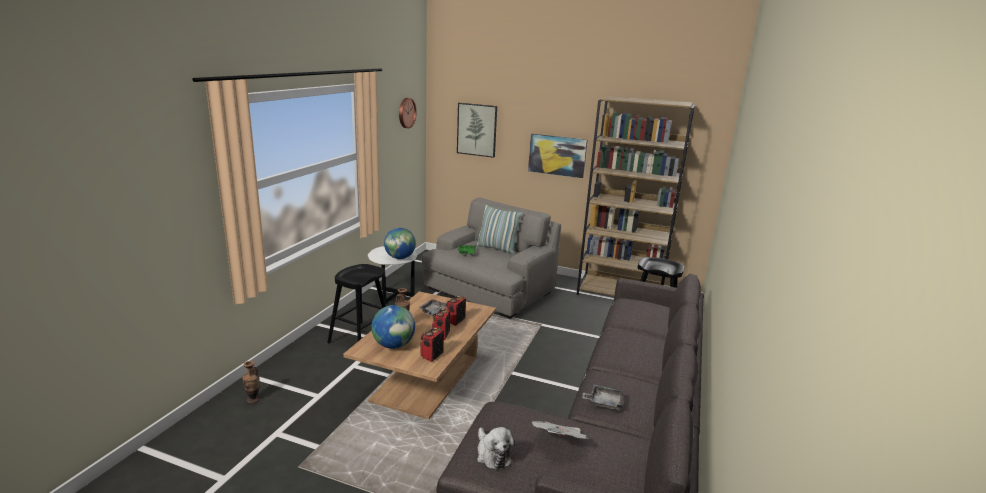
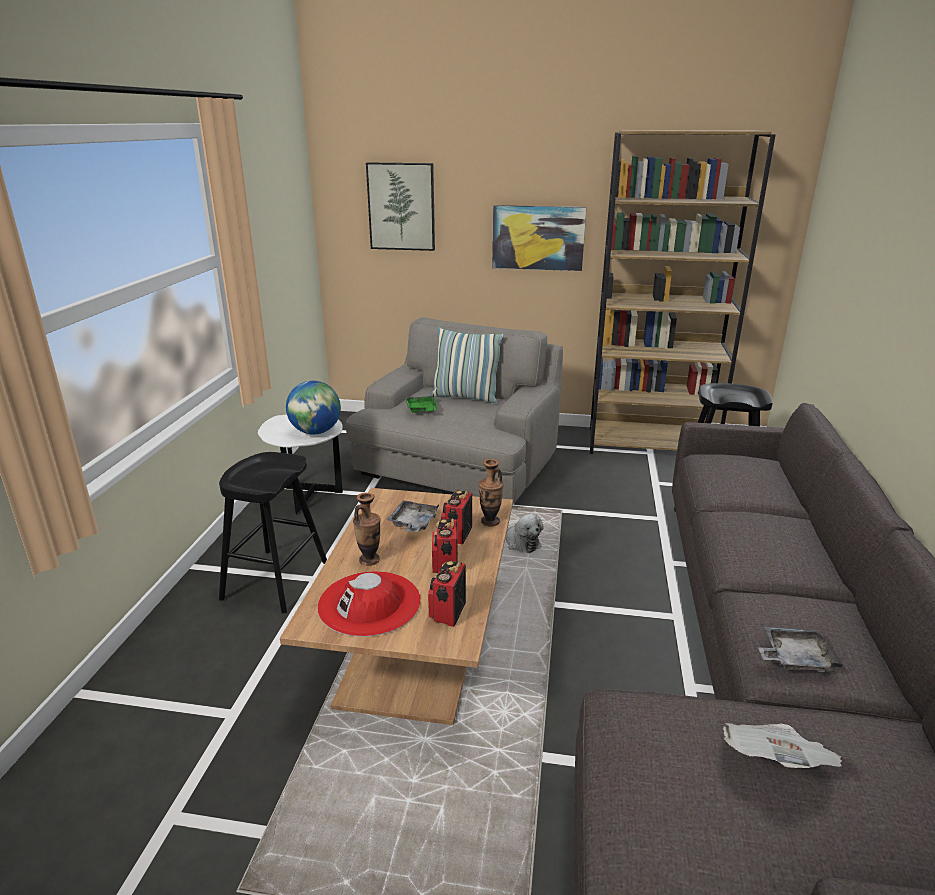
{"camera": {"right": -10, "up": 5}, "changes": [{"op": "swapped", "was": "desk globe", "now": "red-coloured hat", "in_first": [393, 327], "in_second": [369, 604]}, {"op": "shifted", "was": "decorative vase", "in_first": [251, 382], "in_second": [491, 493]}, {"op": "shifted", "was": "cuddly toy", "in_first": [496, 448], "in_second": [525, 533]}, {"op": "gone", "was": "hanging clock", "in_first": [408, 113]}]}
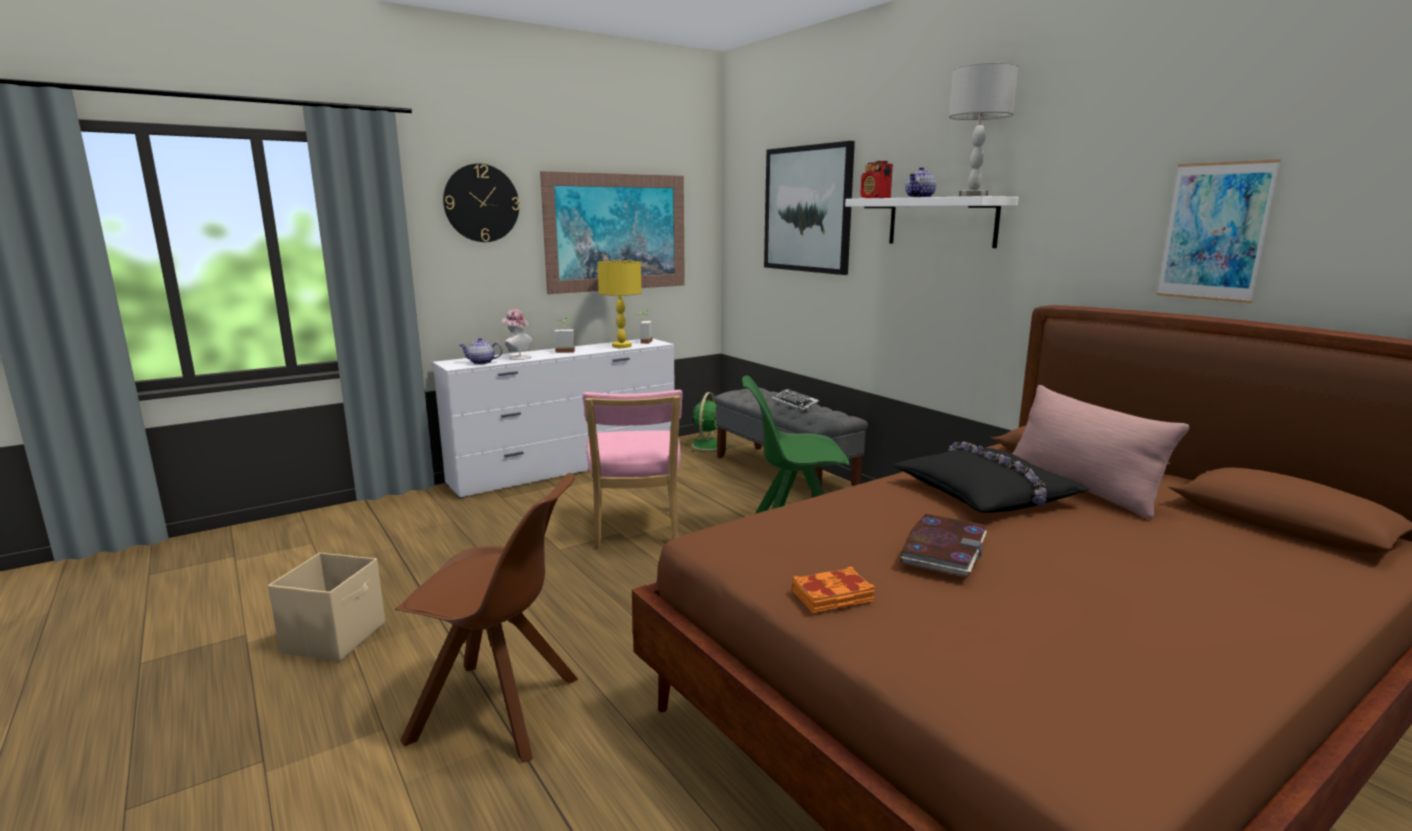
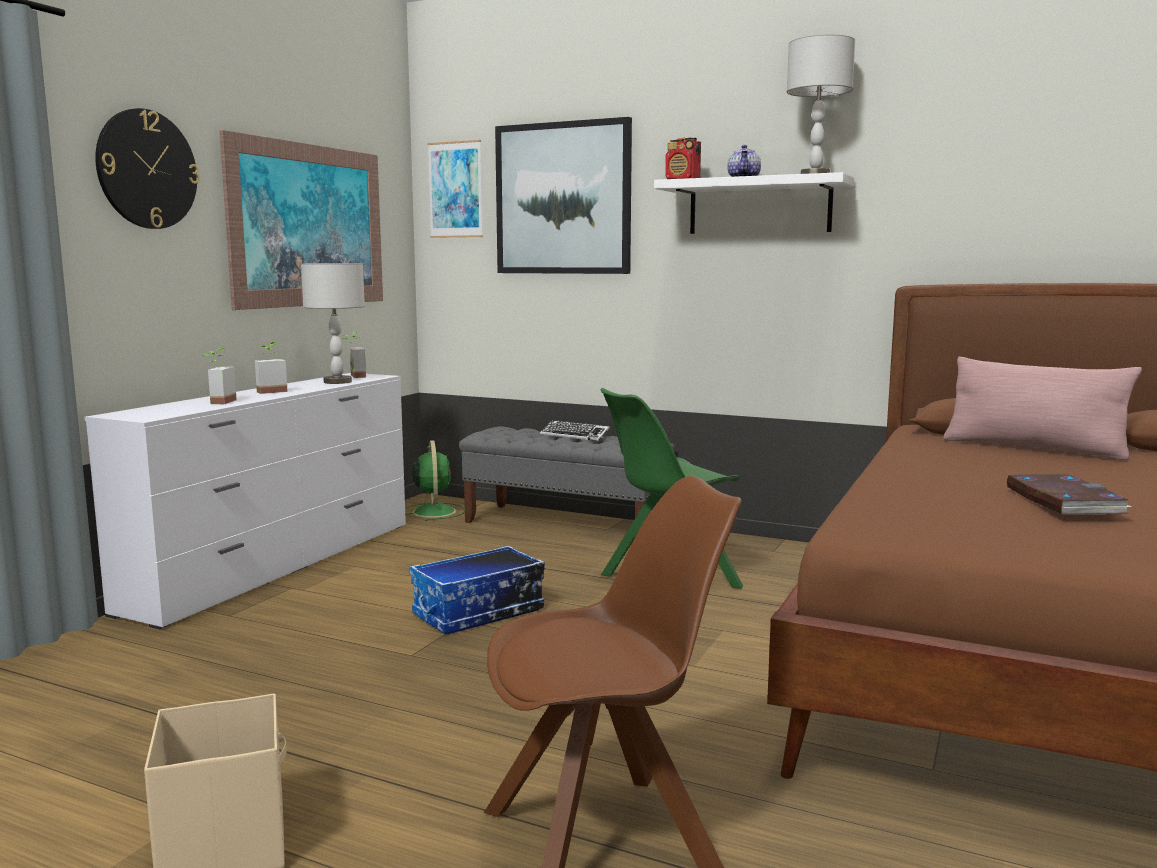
{"camera": {"right": -30, "up": -5}, "changes": [{"op": "swapped", "was": "hat", "now": "houseplant", "in_first": [517, 334], "in_second": [221, 376]}, {"op": "repainted", "was": "yellowish table lamp", "now": "greyish table lamp", "in_first": [620, 304], "in_second": [333, 323]}, {"op": "swapped", "was": "pinkish upright chair", "now": "storage container", "in_first": [633, 468], "in_second": [477, 589]}, {"op": "shifted", "was": "wall picture", "in_first": [1219, 231], "in_second": [455, 189]}, {"op": "gone", "was": "pot for tea", "in_first": [481, 351]}, {"op": "gone", "was": "orange book", "in_first": [833, 590]}, {"op": "gone", "was": "black-coloured pillow", "in_first": [992, 477]}]}
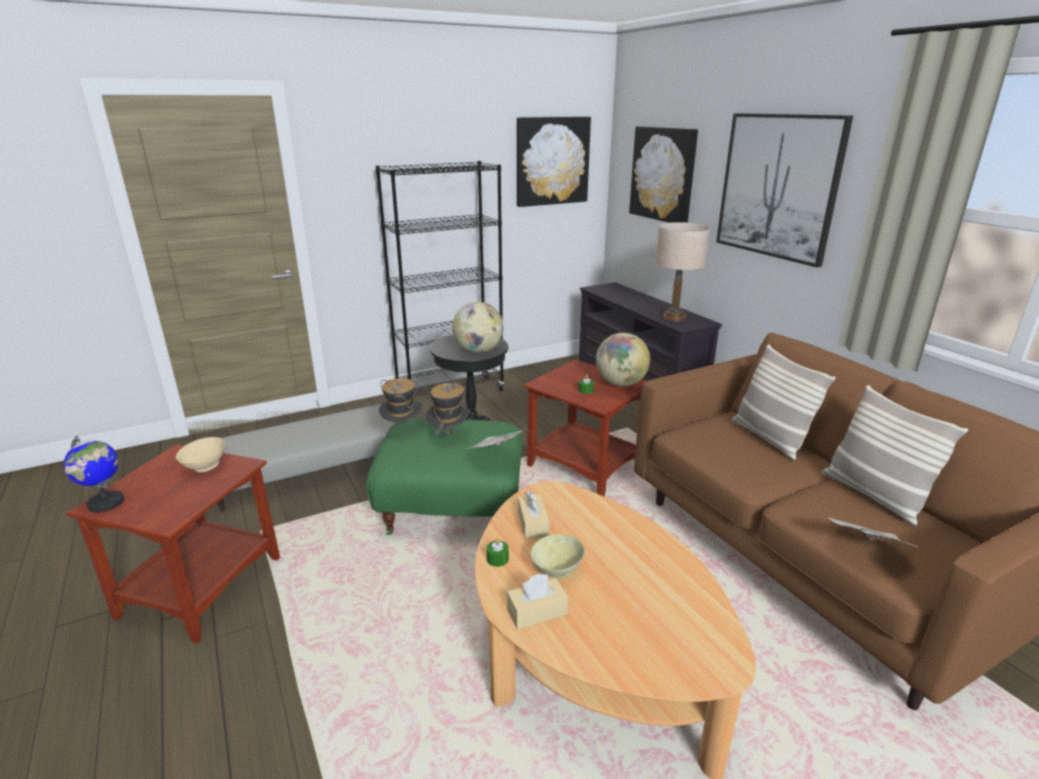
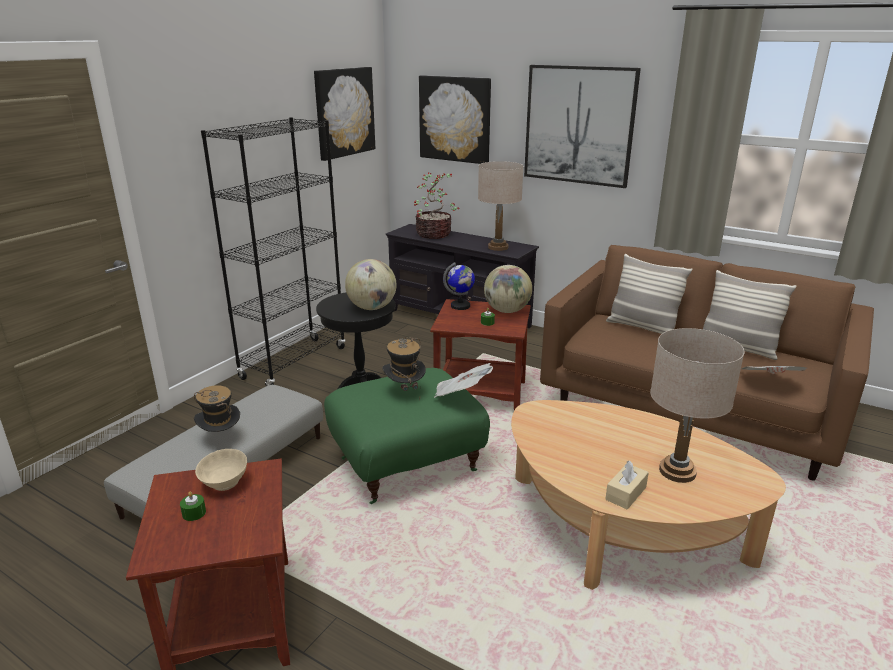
{"camera": {"right": -30, "up": 0}, "changes": [{"op": "shifted", "was": "green candle", "in_first": [498, 552], "in_second": [193, 506]}, {"op": "shifted", "was": "hat", "in_first": [400, 400], "in_second": [217, 408]}, {"op": "new", "now": "houseplant", "in_second": [437, 205]}, {"op": "shifted", "was": "desk globe", "in_first": [93, 474], "in_second": [459, 286]}, {"op": "new", "now": "beige table lamp", "in_second": [697, 405]}, {"op": "gone", "was": "beige tissue holder", "in_first": [533, 515]}, {"op": "gone", "was": "beige deep dish", "in_first": [557, 556]}]}
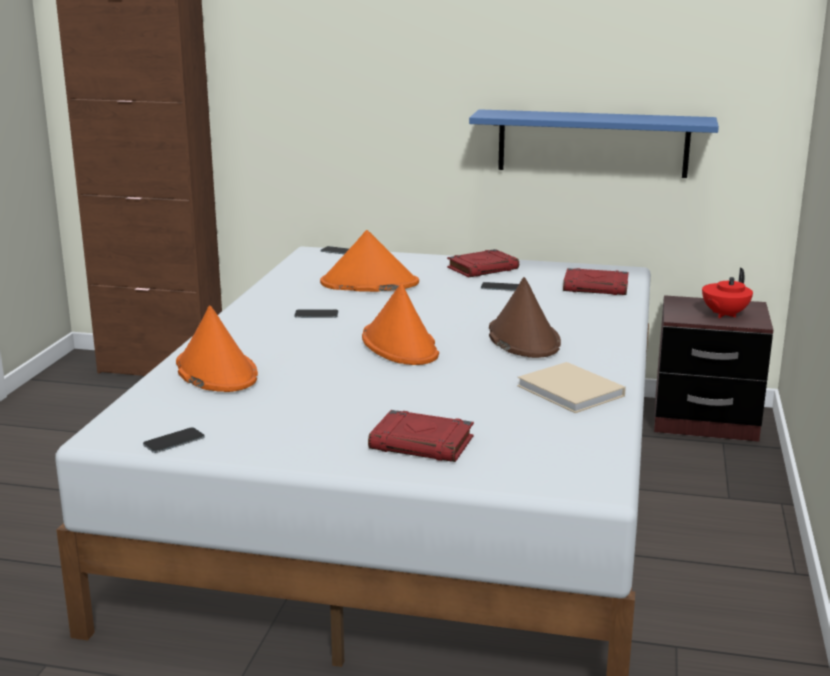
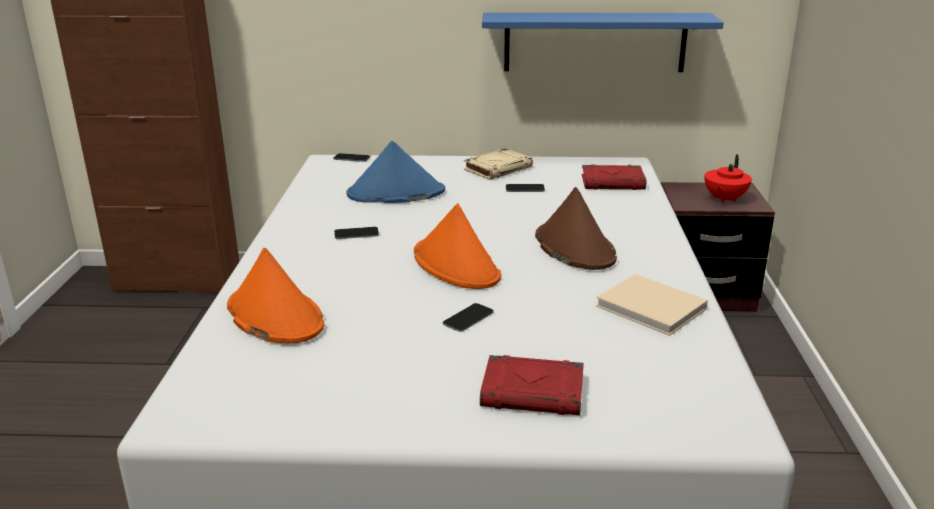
{"camera": {"right": -10, "up": 5}, "changes": [{"op": "repainted", "was": "orange hat", "now": "blue-coloured hat", "in_first": [369, 261], "in_second": [395, 172]}, {"op": "shifted", "was": "handset", "in_first": [174, 440], "in_second": [468, 317]}, {"op": "repainted", "was": "red-coloured book", "now": "beige book", "in_first": [483, 263], "in_second": [498, 164]}]}
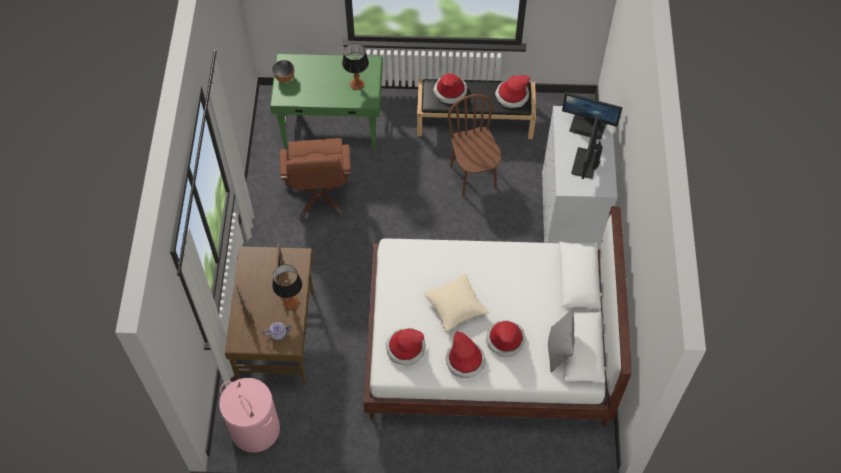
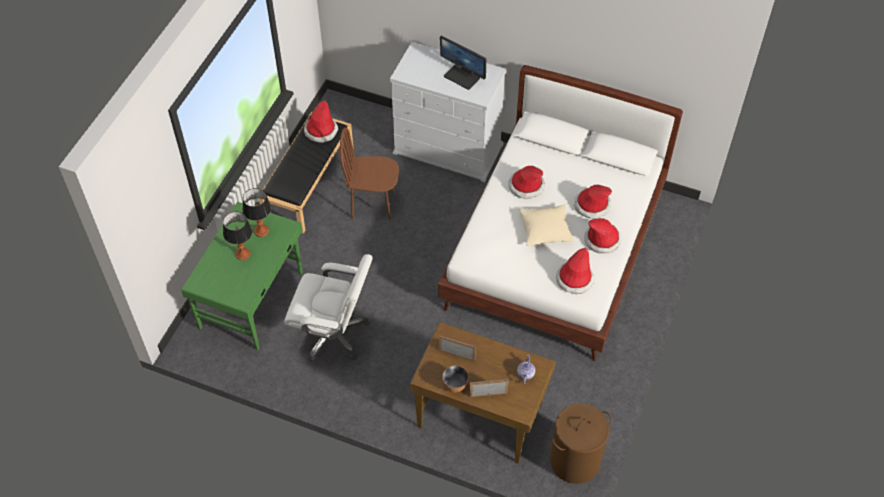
{"camera": {"right": -70, "up": -5}, "changes": [{"op": "shifted", "was": "table lamp", "in_first": [287, 287], "in_second": [237, 236]}, {"op": "repainted", "was": "brown-coloured desk chair", "now": "white-coloured desk chair", "in_first": [317, 180], "in_second": [328, 308]}, {"op": "shifted", "was": "deep dish", "in_first": [283, 71], "in_second": [455, 379]}, {"op": "shifted", "was": "hat", "in_first": [450, 89], "in_second": [526, 182]}, {"op": "repainted", "was": "pinkish laundry basket", "now": "brown-coloured laundry basket", "in_first": [249, 415], "in_second": [581, 443]}, {"op": "gone", "was": "greyish pillow", "in_first": [561, 340]}, {"op": "gone", "was": "computer display", "in_first": [592, 116]}]}
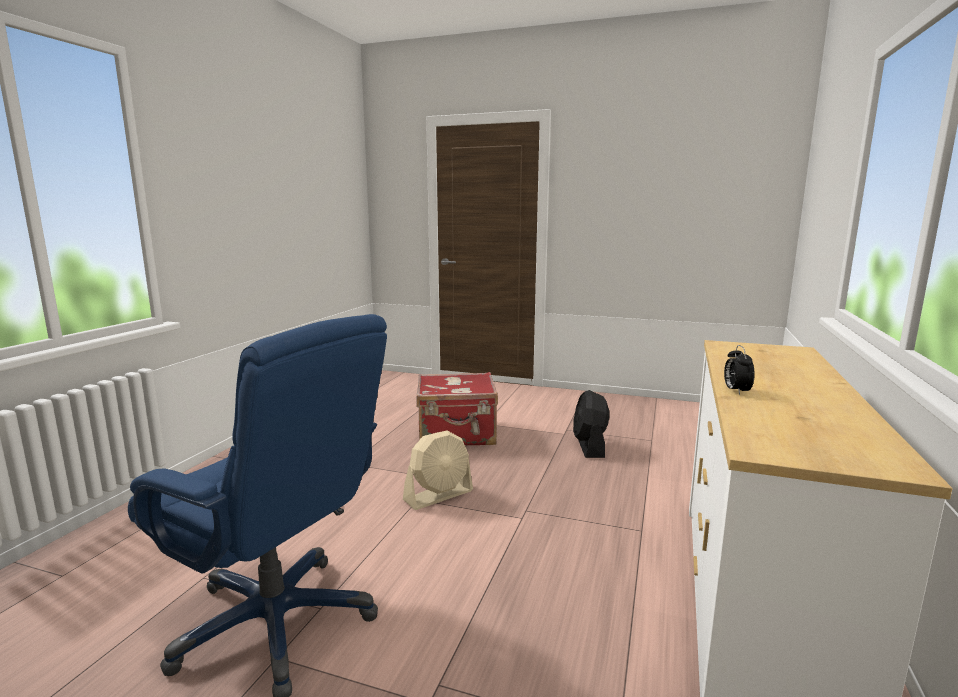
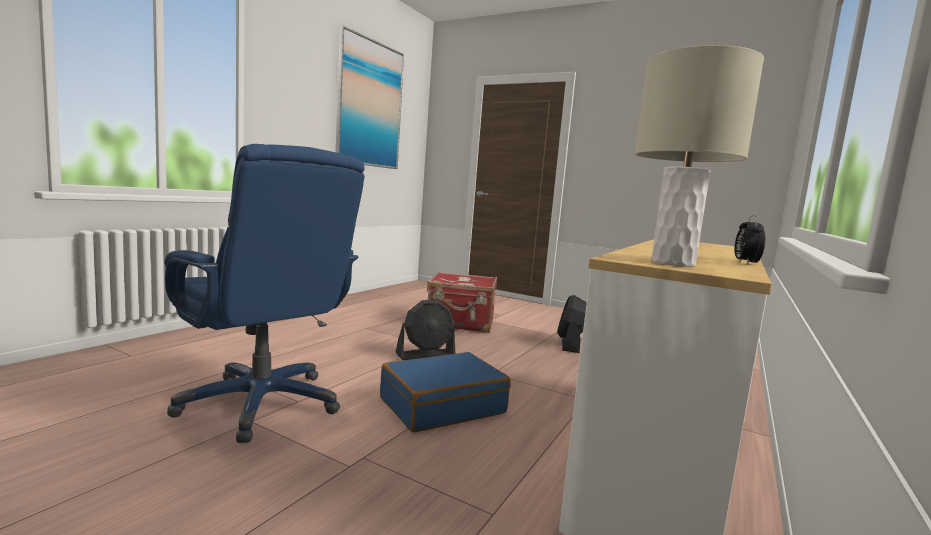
{"camera": {"right": 10, "up": -5}, "changes": [{"op": "new", "now": "wall picture", "in_second": [369, 97]}, {"op": "new", "now": "blue-coloured suitcase", "in_second": [445, 392]}, {"op": "repainted", "was": "beige cooling fan", "now": "black-coloured cooling fan", "in_first": [438, 470], "in_second": [425, 330]}, {"op": "new", "now": "beige table lamp", "in_second": [699, 156]}, {"op": "shifted", "was": "bedside clock", "in_first": [739, 370], "in_second": [749, 239]}]}
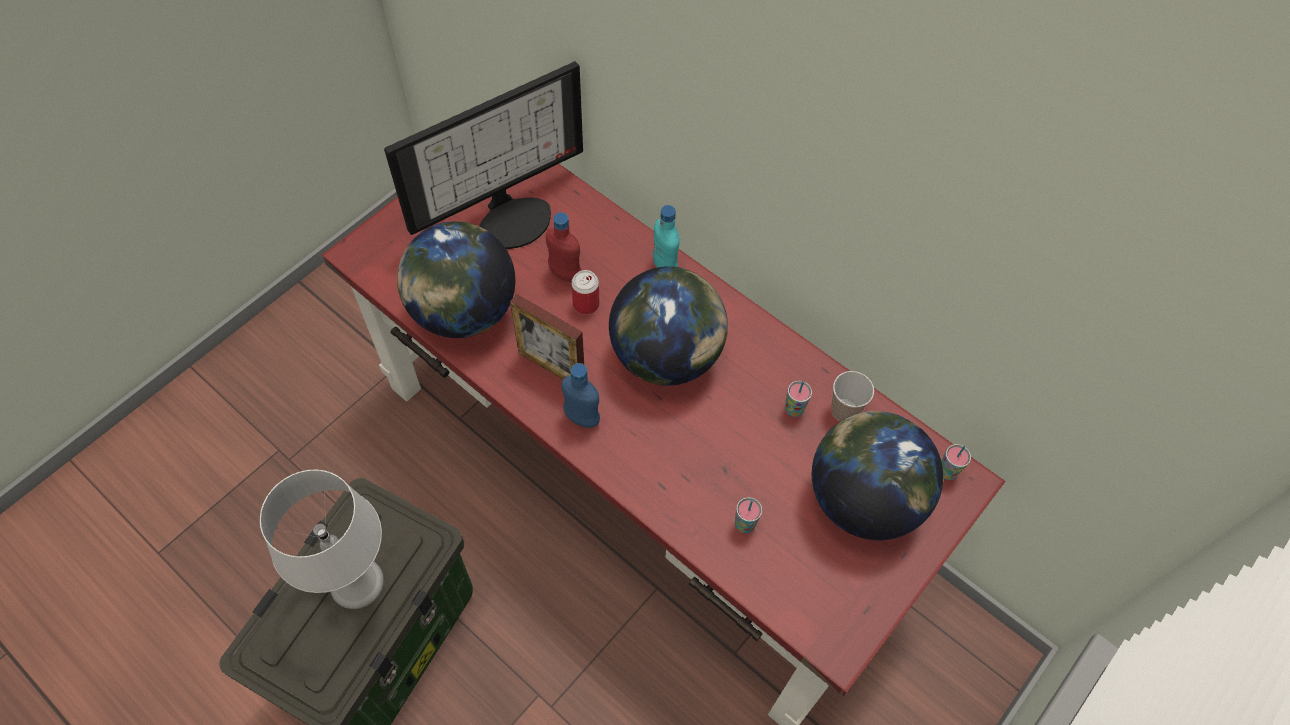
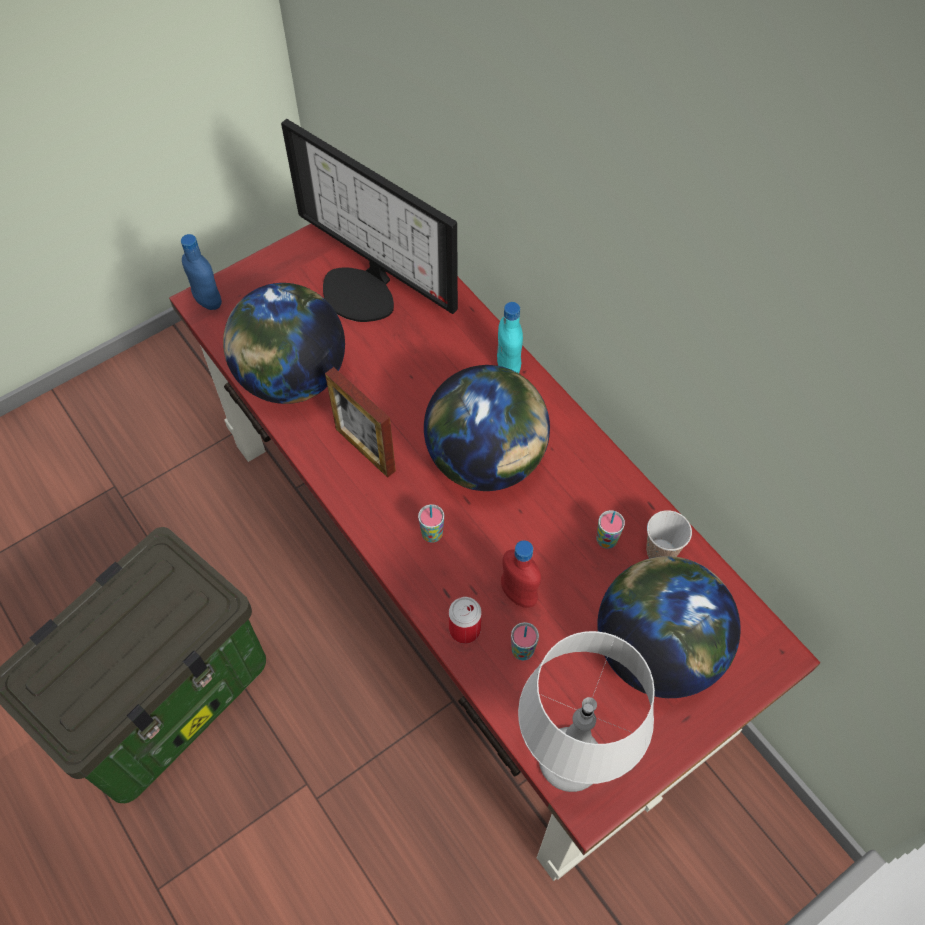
{"camera": {"right": 15, "up": 0}, "changes": [{"op": "shifted", "was": "blue-coloured bottle", "in_first": [580, 395], "in_second": [201, 272]}, {"op": "rotated", "was": "computer display", "in_first": [483, 155], "in_second": [369, 220], "clockwise": 60}, {"op": "shifted", "was": "drinking cup", "in_first": [956, 462], "in_second": [431, 523]}, {"op": "shifted", "was": "sealed can", "in_first": [585, 292], "in_second": [465, 620]}, {"op": "shifted", "was": "red-coloured bottle", "in_first": [563, 247], "in_second": [521, 574]}, {"op": "shifted", "was": "greyish table lamp", "in_first": [322, 539], "in_second": [586, 711]}]}
